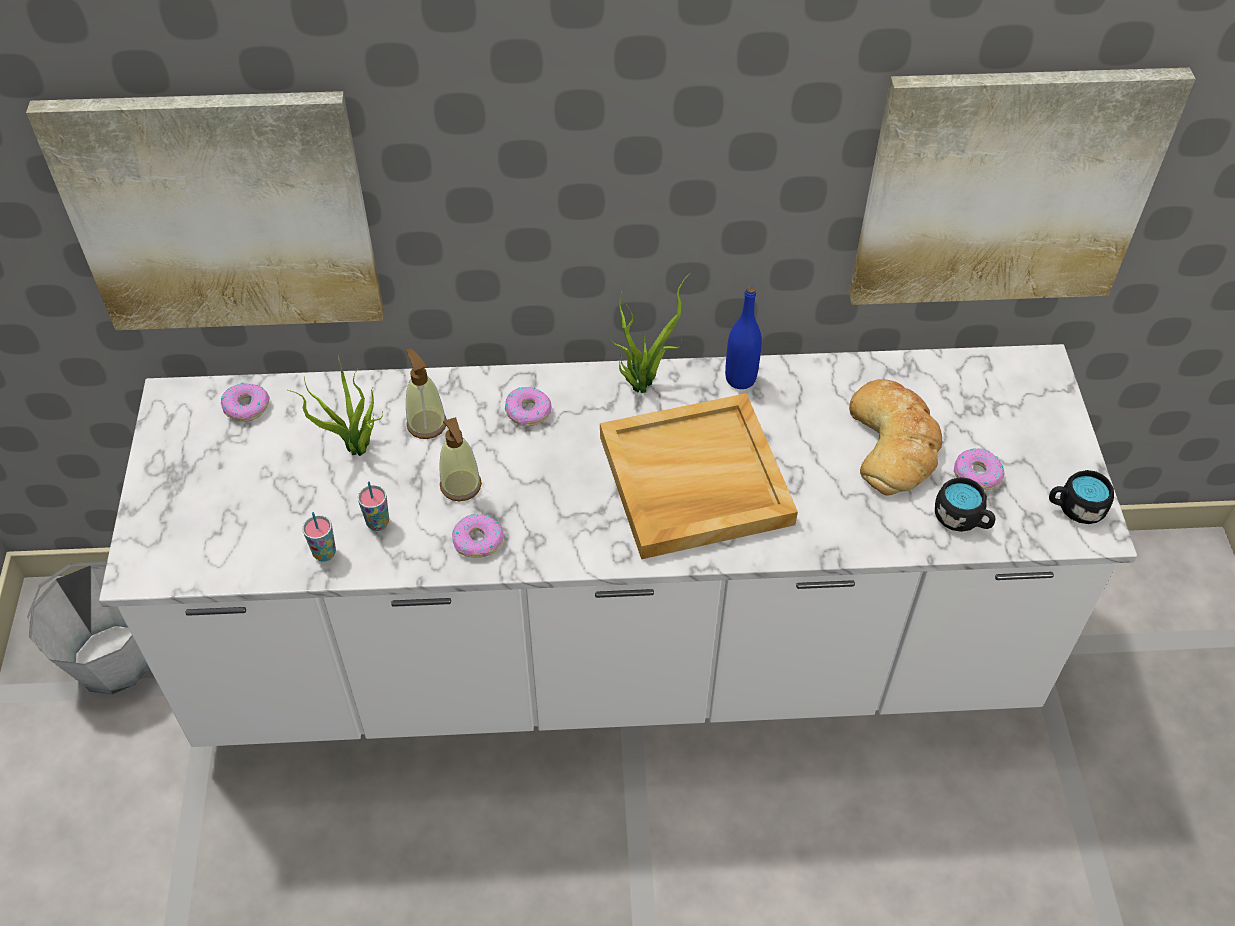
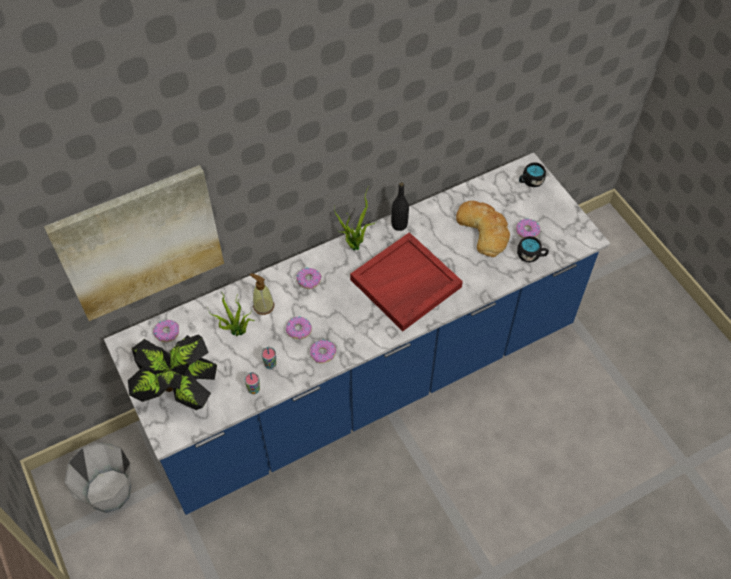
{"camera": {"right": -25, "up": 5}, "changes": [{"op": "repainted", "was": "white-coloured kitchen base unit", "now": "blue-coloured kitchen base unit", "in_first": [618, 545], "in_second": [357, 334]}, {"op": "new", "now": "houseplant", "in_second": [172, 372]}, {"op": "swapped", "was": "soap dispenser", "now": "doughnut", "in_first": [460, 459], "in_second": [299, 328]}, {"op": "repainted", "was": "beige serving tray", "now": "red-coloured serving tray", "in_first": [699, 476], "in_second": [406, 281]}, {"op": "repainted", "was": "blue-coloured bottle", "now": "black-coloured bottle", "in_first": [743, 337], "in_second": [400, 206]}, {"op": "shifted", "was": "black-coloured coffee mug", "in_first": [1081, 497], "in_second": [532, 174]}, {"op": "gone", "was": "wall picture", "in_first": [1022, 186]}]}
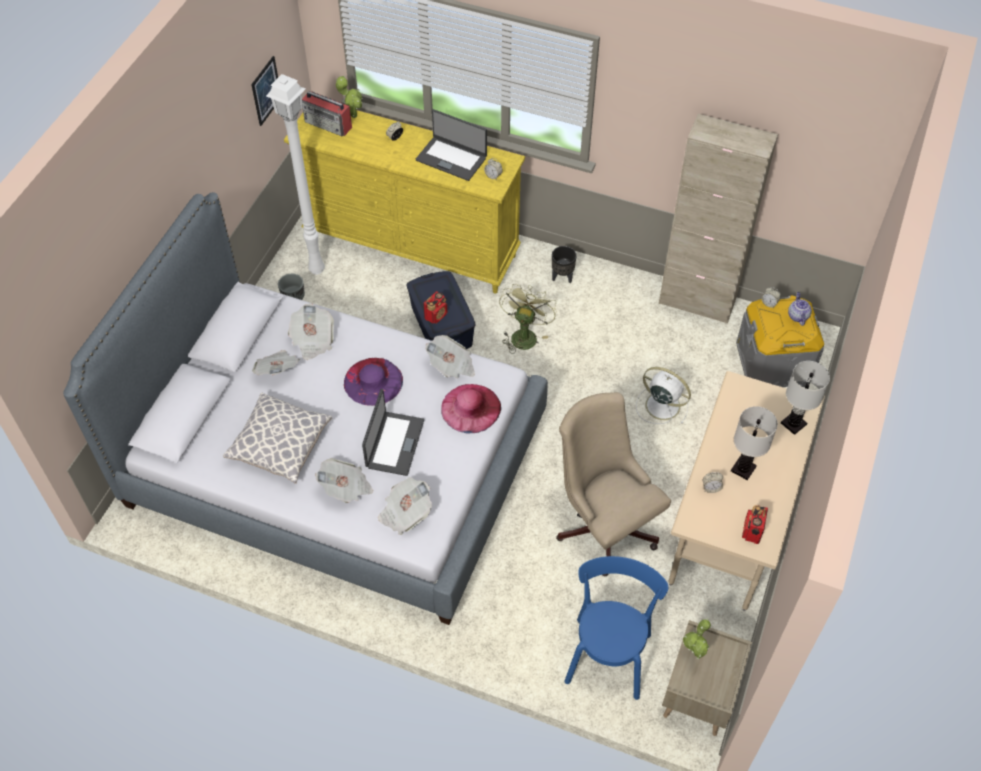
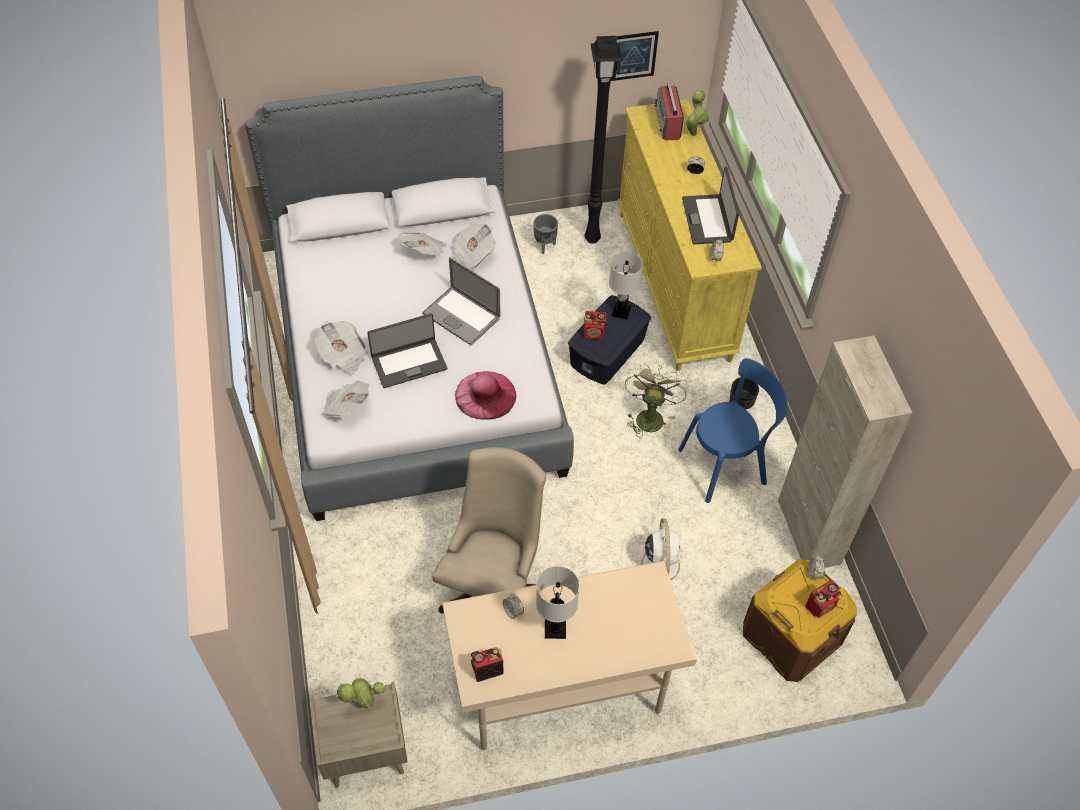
{"camera": {"right": 55, "up": 0}, "changes": [{"op": "swapped", "was": "purple hat", "now": "notebook computer", "in_first": [373, 382], "in_second": [461, 301]}, {"op": "repainted", "was": "white-coloured standing lamp", "now": "black-coloured standing lamp", "in_first": [295, 174], "in_second": [603, 140]}, {"op": "shifted", "was": "white-coloured table lamp", "in_first": [805, 398], "in_second": [626, 285]}, {"op": "rotated", "was": "green cooling fan", "in_first": [528, 319], "in_second": [656, 401], "clockwise": -60}, {"op": "shifted", "was": "blue-coloured upright chair", "in_first": [616, 628], "in_second": [732, 430]}, {"op": "repainted", "was": "greyish storage container", "now": "brown-coloured storage container", "in_first": [780, 341], "in_second": [800, 620]}, {"op": "swapped", "was": "pot for tea", "now": "radio receiver", "in_first": [800, 309], "in_second": [823, 599]}, {"op": "gone", "was": "pillow", "in_first": [277, 438]}, {"op": "gone", "was": "newspaper", "in_first": [450, 357]}]}
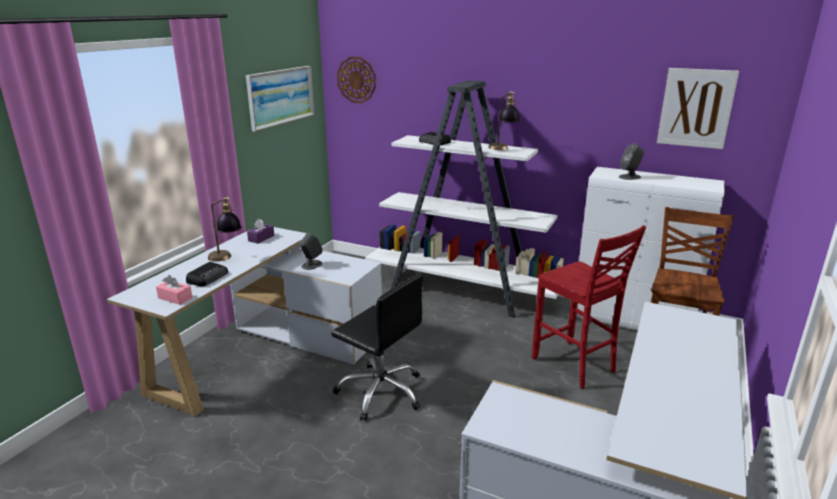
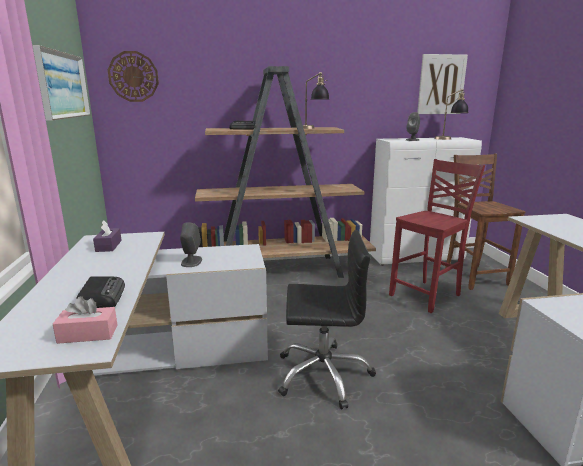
{"camera": {"right": -35, "up": -5}, "changes": [{"op": "repainted", "was": "white-coloured bookshelf", "now": "brown-coloured bookshelf", "in_first": [464, 199], "in_second": [285, 172]}, {"op": "rotated", "was": "red-coloured upright chair", "in_first": [589, 307], "in_second": [437, 236], "clockwise": -60}, {"op": "shifted", "was": "table lamp", "in_first": [224, 229], "in_second": [451, 114]}]}
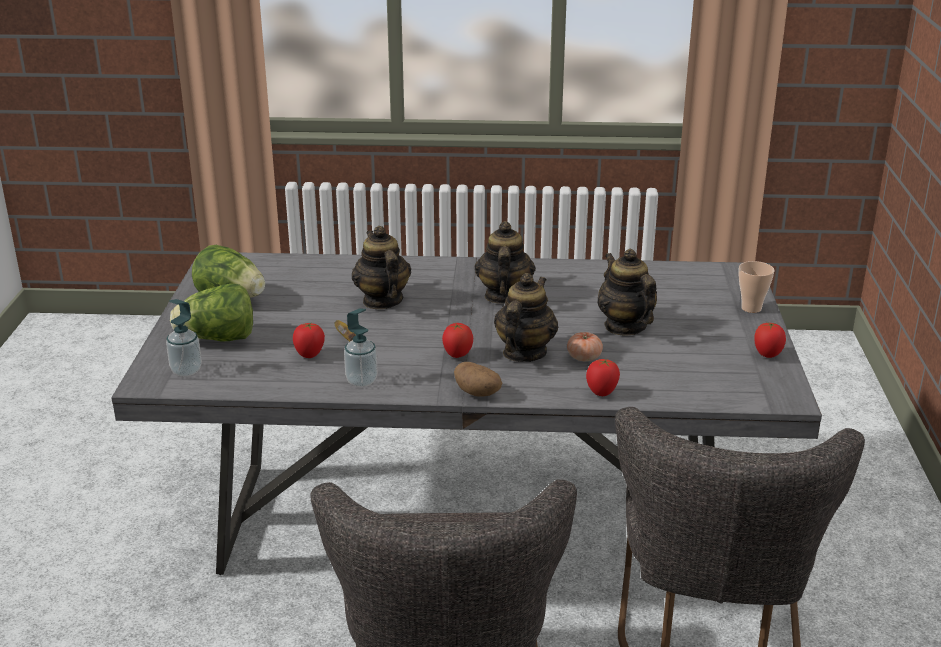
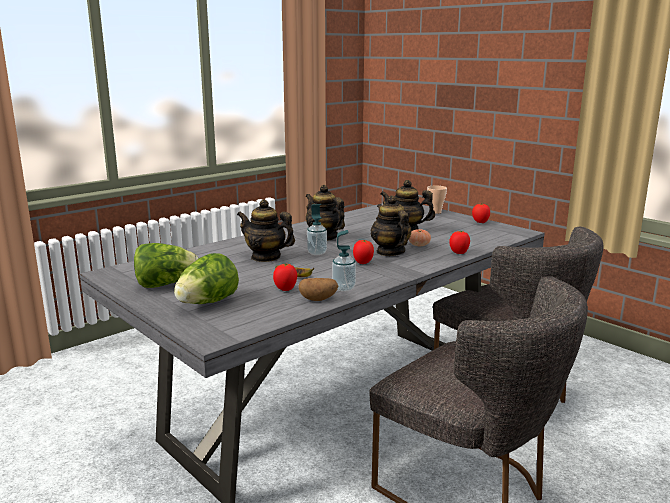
{"camera": {"right": -45, "up": -10}, "changes": [{"op": "shifted", "was": "spud", "in_first": [478, 379], "in_second": [318, 289]}, {"op": "shifted", "was": "soap dispenser", "in_first": [184, 338], "in_second": [317, 229]}]}
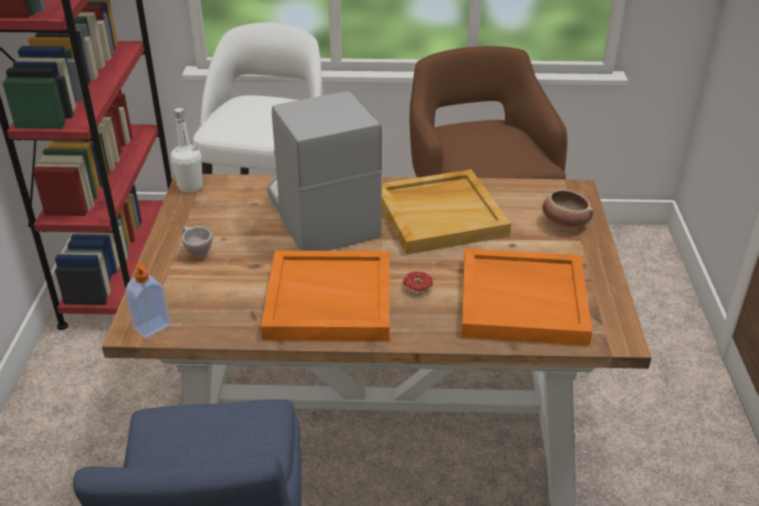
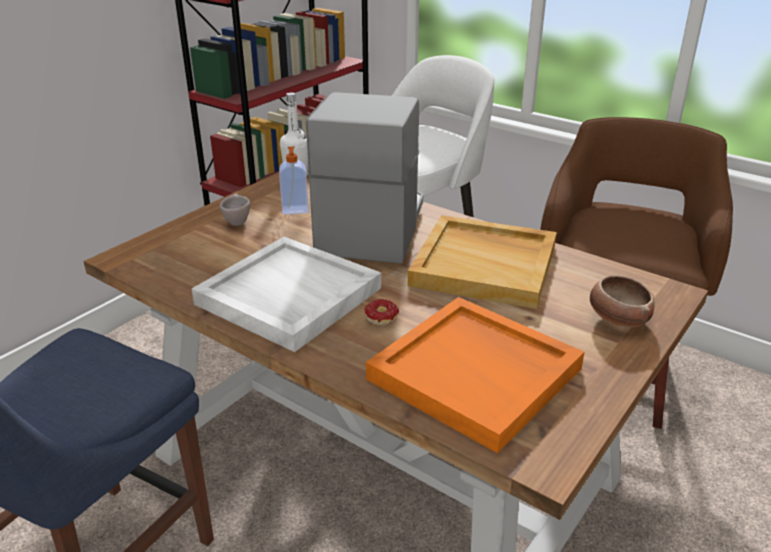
{"camera": {"right": 35, "up": -5}, "changes": [{"op": "repainted", "was": "orange serving tray", "now": "white-coloured serving tray", "in_first": [325, 296], "in_second": [286, 294]}, {"op": "shifted", "was": "soap dispenser", "in_first": [147, 301], "in_second": [294, 180]}]}
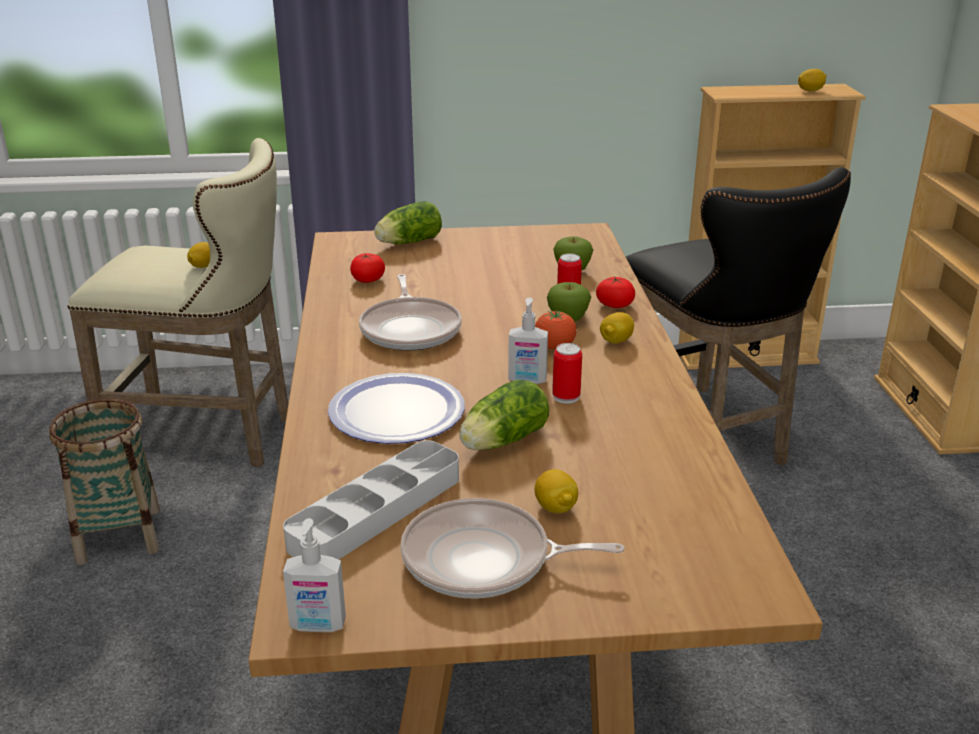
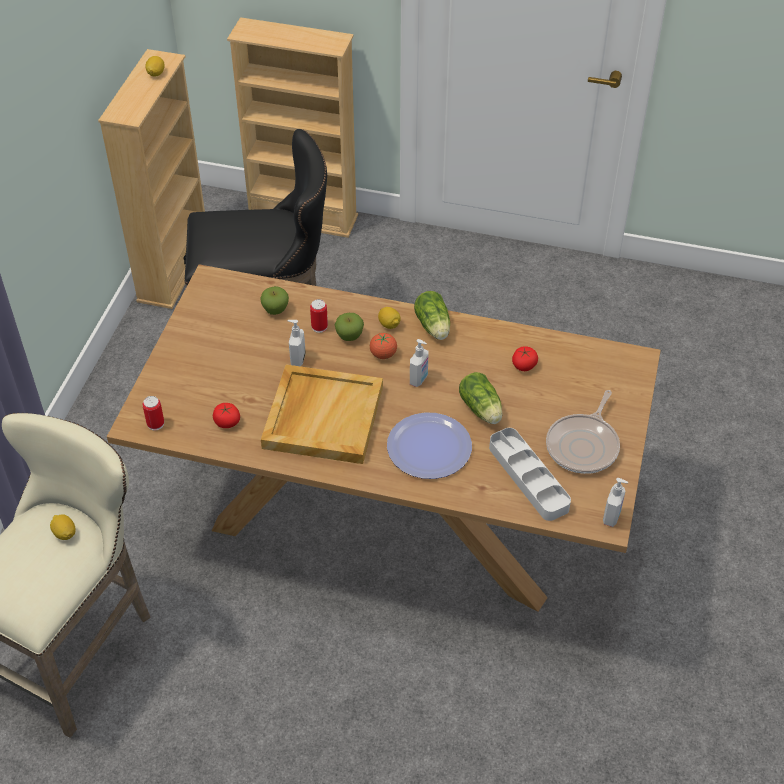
{"camera": {"right": -70, "up": 20}, "changes": [{"op": "shifted", "was": "sealed can", "in_first": [567, 373], "in_second": [153, 413]}, {"op": "swapped", "was": "frying pan", "now": "beige serving tray", "in_first": [410, 312], "in_second": [322, 414]}, {"op": "new", "now": "soap dispenser", "in_second": [296, 343]}, {"op": "shifted", "was": "lettuce", "in_first": [408, 222], "in_second": [432, 315]}, {"op": "shifted", "was": "fresh tomato", "in_first": [615, 292], "in_second": [525, 358]}, {"op": "gone", "was": "basket", "in_first": [104, 482]}, {"op": "gone", "was": "citrus fruit", "in_first": [556, 491]}]}
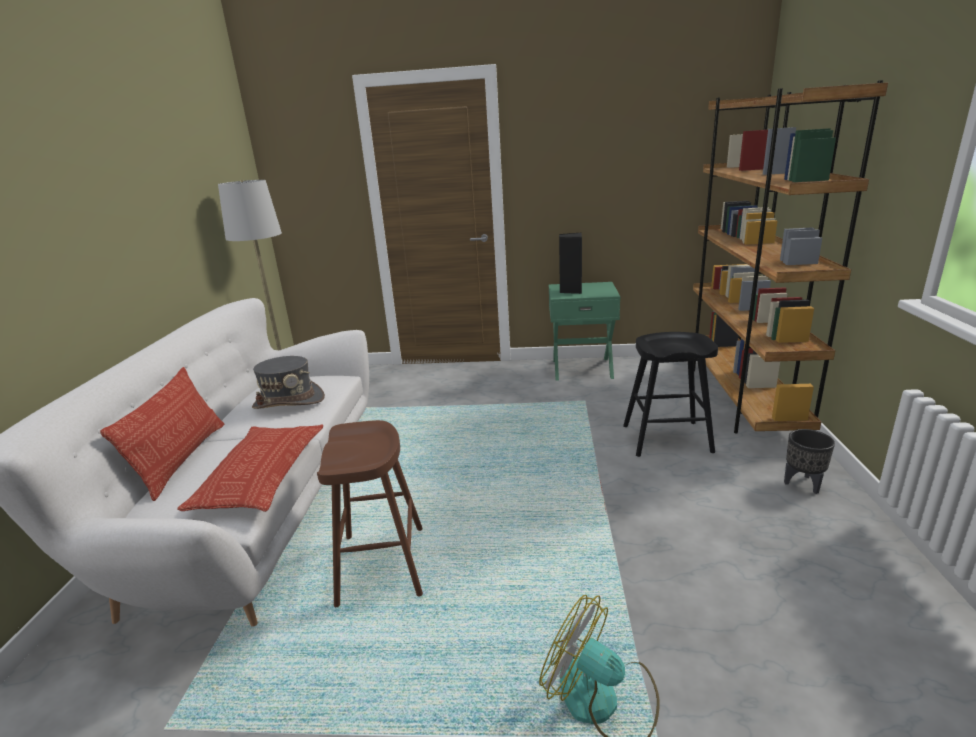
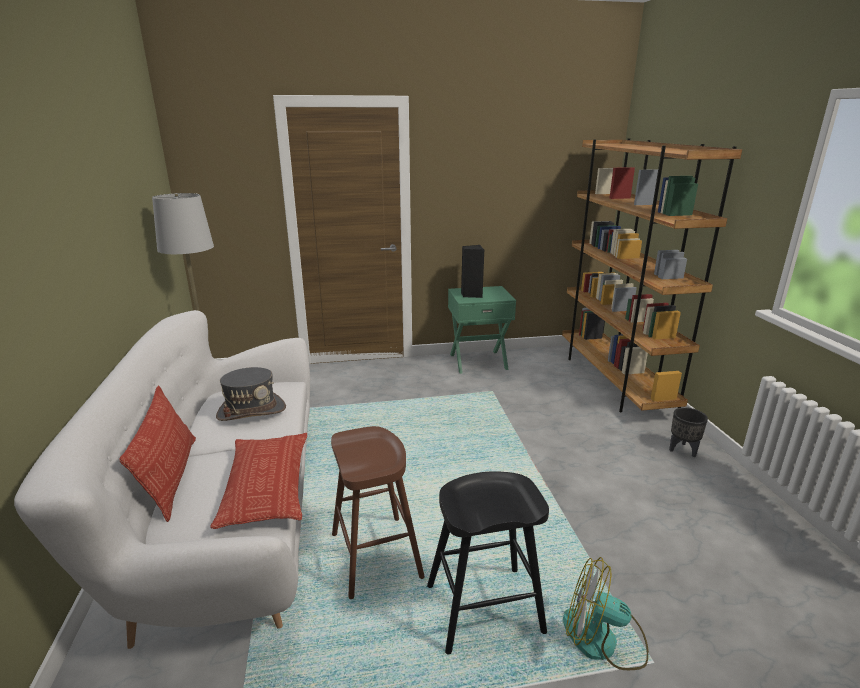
{"camera": {"right": -15, "up": 0}, "changes": [{"op": "shifted", "was": "black-coloured stool", "in_first": [670, 394], "in_second": [488, 563]}]}
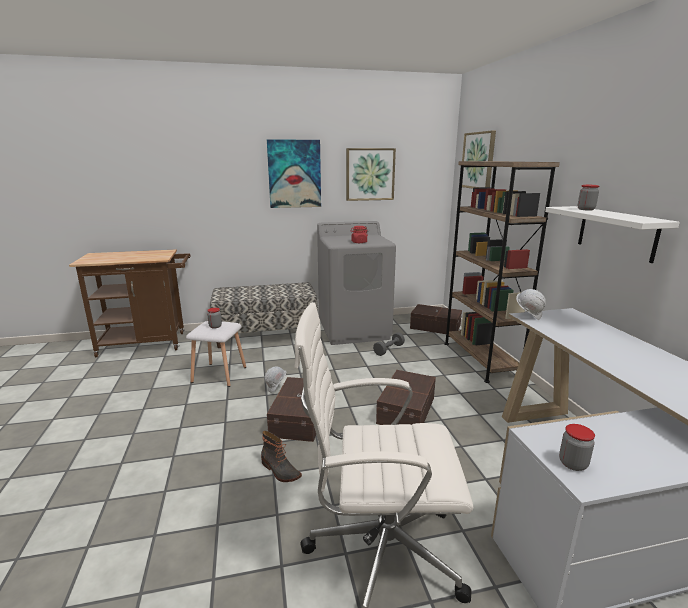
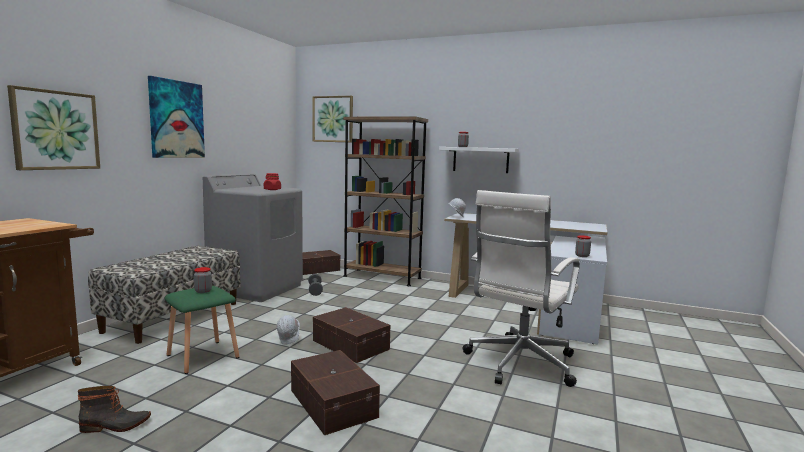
{"camera": {"right": -55, "up": -10}, "changes": [{"op": "shifted", "was": "wall picture", "in_first": [371, 174], "in_second": [53, 127]}, {"op": "shifted", "was": "tall boot", "in_first": [281, 456], "in_second": [114, 409]}, {"op": "repainted", "was": "white-coloured stool", "now": "green stool", "in_first": [216, 354], "in_second": [202, 330]}, {"op": "shifted", "was": "brown-coloured storage container", "in_first": [406, 397], "in_second": [335, 392]}]}
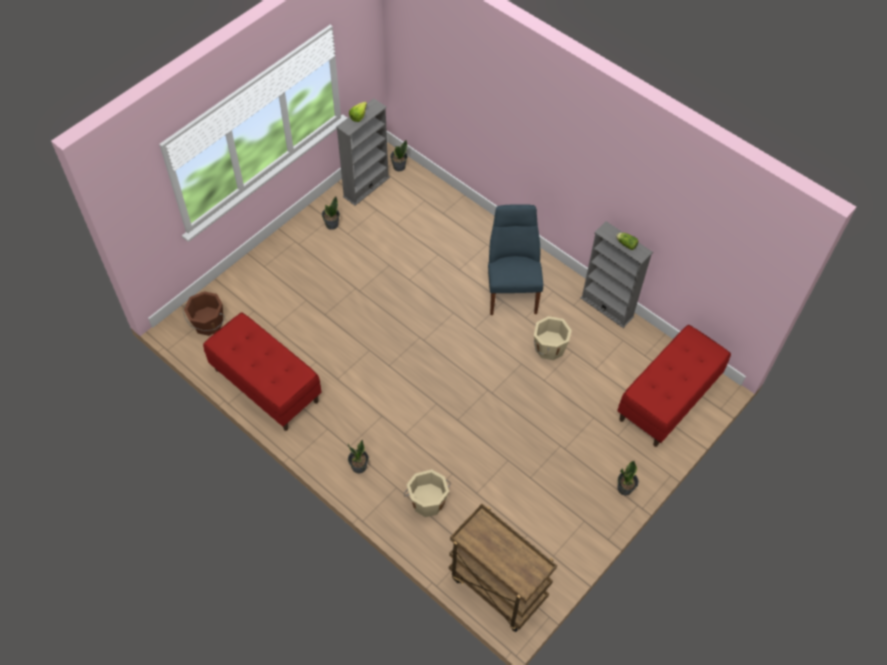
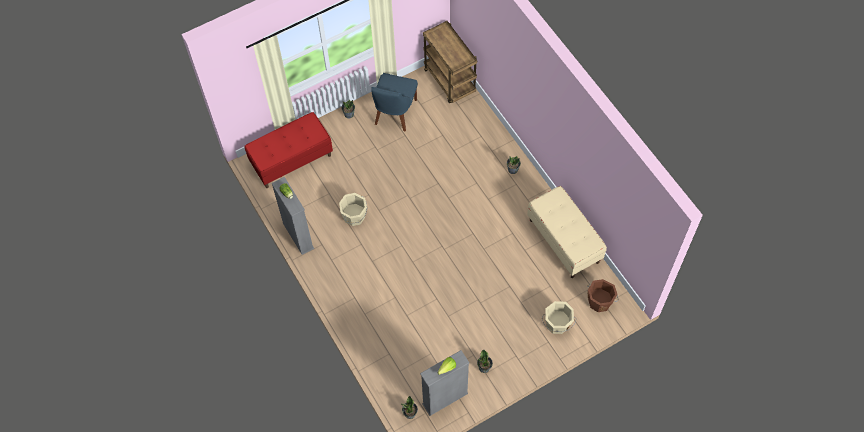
{"camera": {"right": -160, "up": 5}, "changes": [{"op": "shifted", "was": "blue-coloured upright chair", "in_first": [515, 259], "in_second": [394, 102]}, {"op": "repainted", "was": "red-coloured long seat", "now": "beige long seat", "in_first": [262, 371], "in_second": [567, 232]}, {"op": "shifted", "was": "beige water bucket", "in_first": [427, 493], "in_second": [559, 317]}]}
